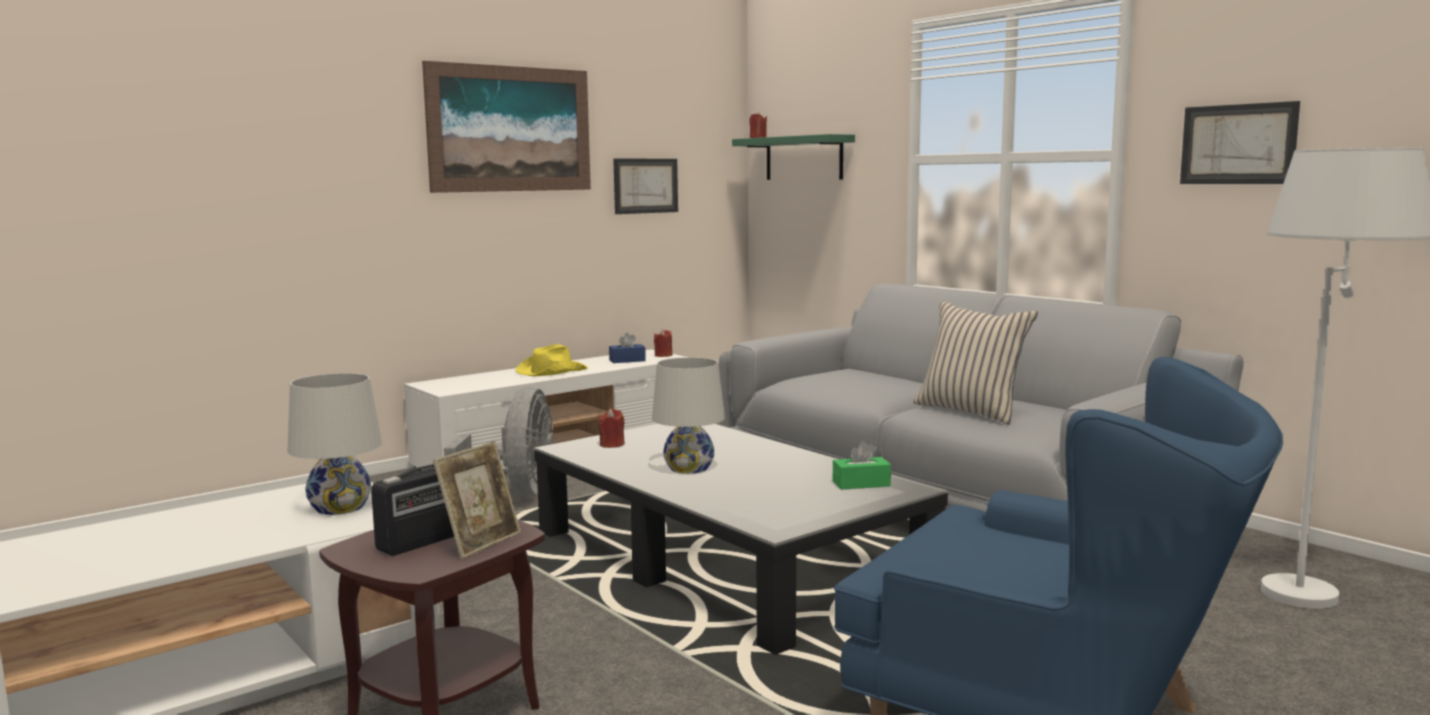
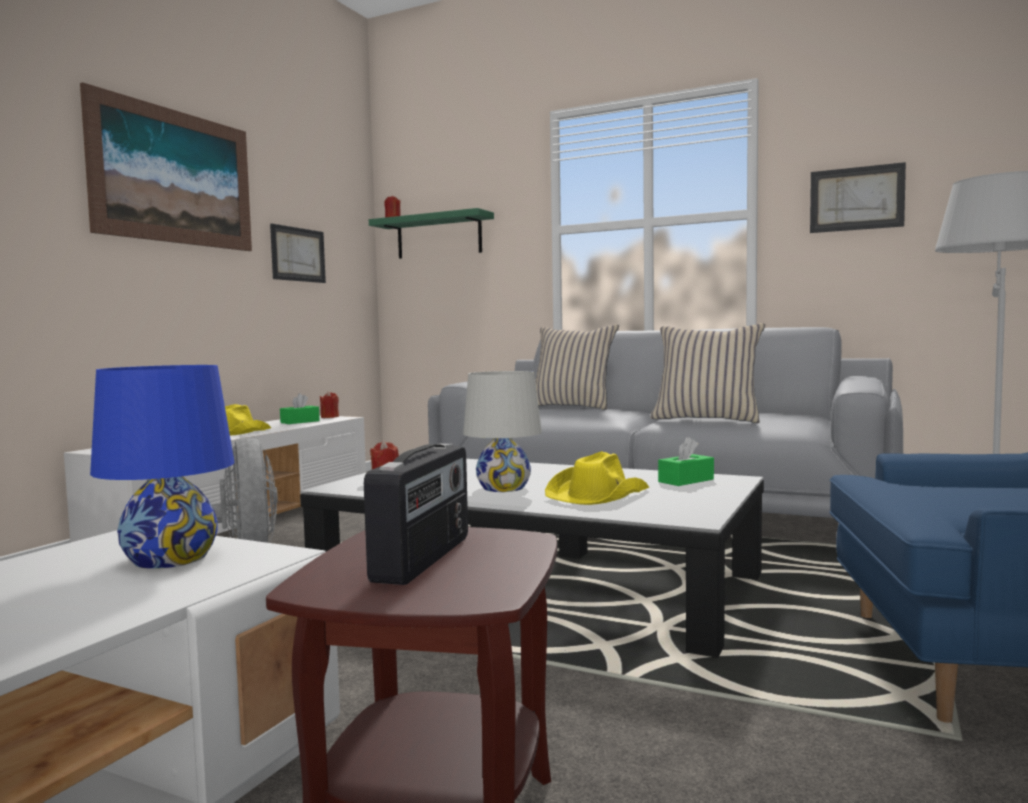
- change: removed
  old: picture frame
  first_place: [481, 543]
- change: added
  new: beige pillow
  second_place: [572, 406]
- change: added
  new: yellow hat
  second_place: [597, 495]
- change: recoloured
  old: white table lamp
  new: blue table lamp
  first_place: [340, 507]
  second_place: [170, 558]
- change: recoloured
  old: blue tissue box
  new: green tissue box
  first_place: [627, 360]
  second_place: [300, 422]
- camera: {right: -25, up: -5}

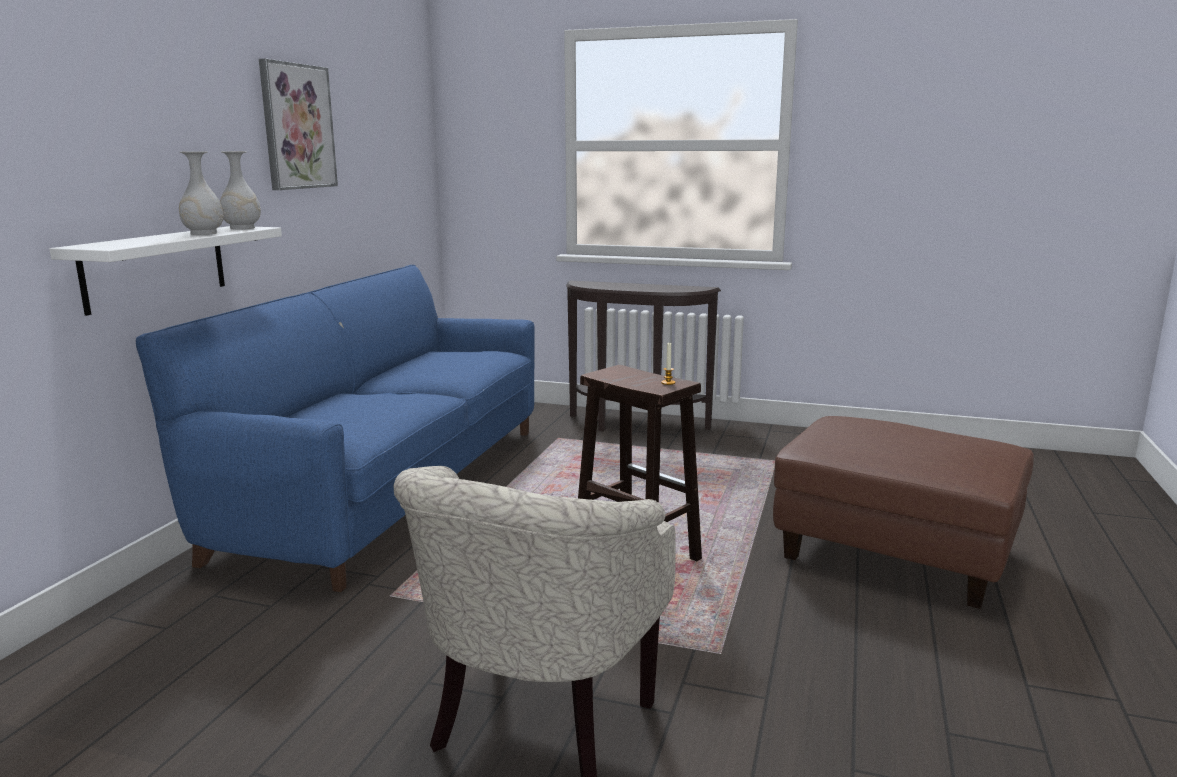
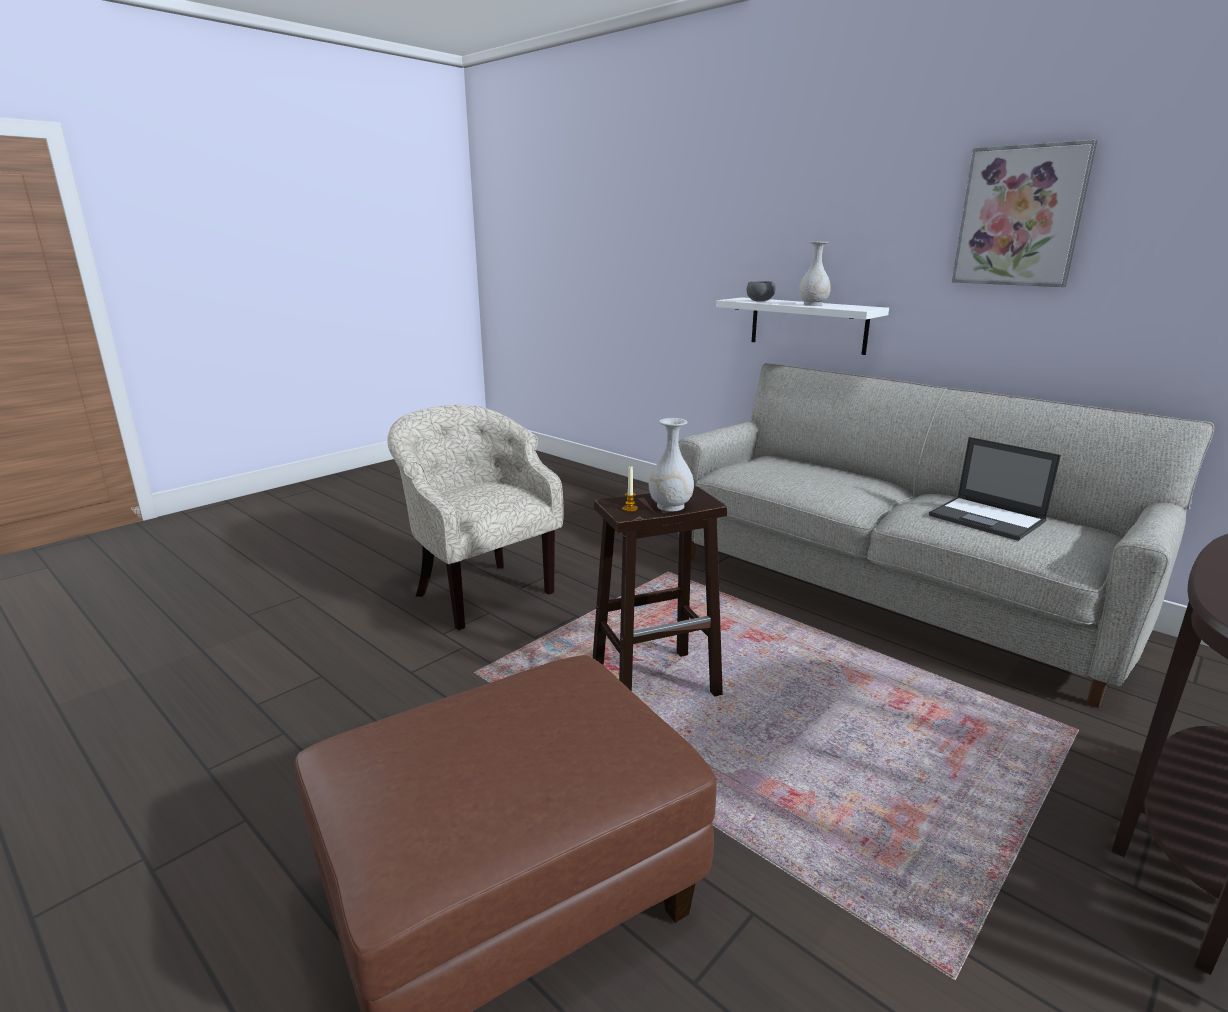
- change: added
  new: grey bowl
  second_place: [760, 301]
- change: added
  new: laptop
  second_place: [988, 519]
- change: moved
  old: white vase
  first_place: [242, 228]
  second_place: [670, 506]
- change: recoloured
  old: blue sofa
  new: grey sofa
  first_place: [391, 487]
  second_place: [886, 593]
- camera: {right: 115, up: 5}

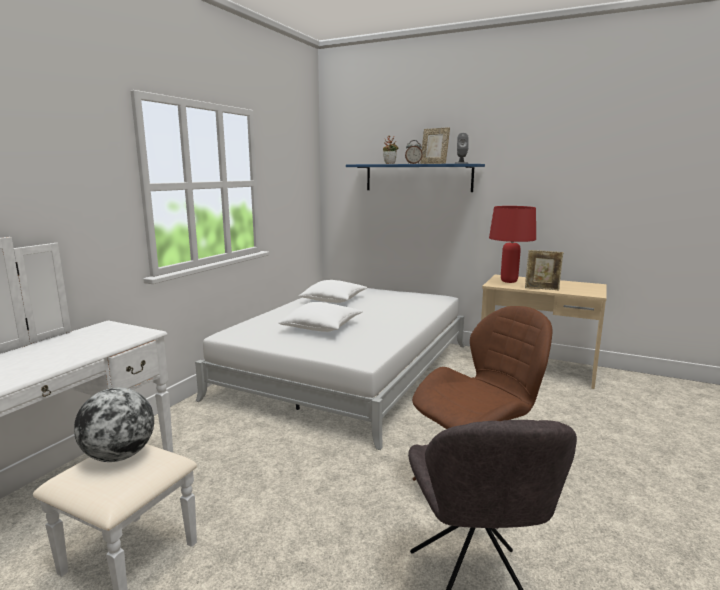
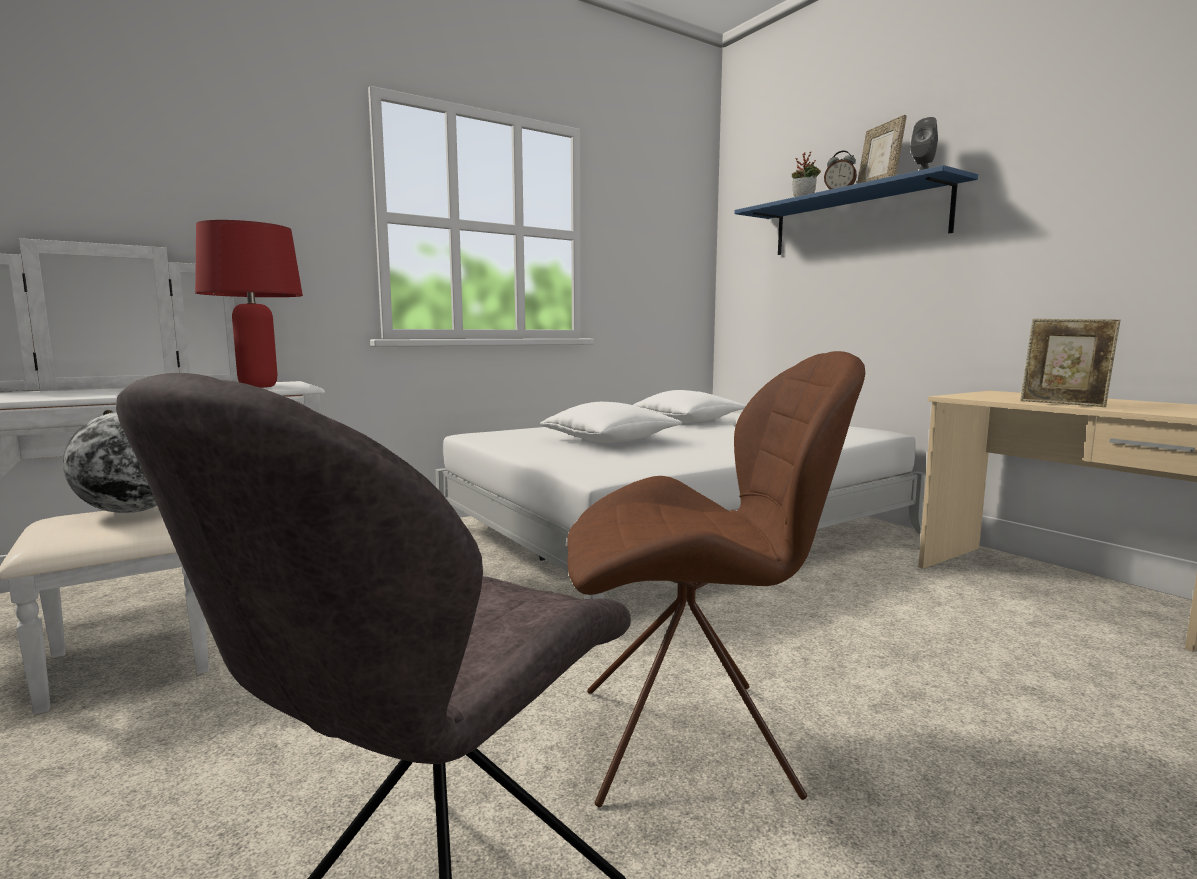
- change: moved
  old: red table lamp
  first_place: [509, 281]
  second_place: [259, 387]
- camera: {right: 30, up: -5}

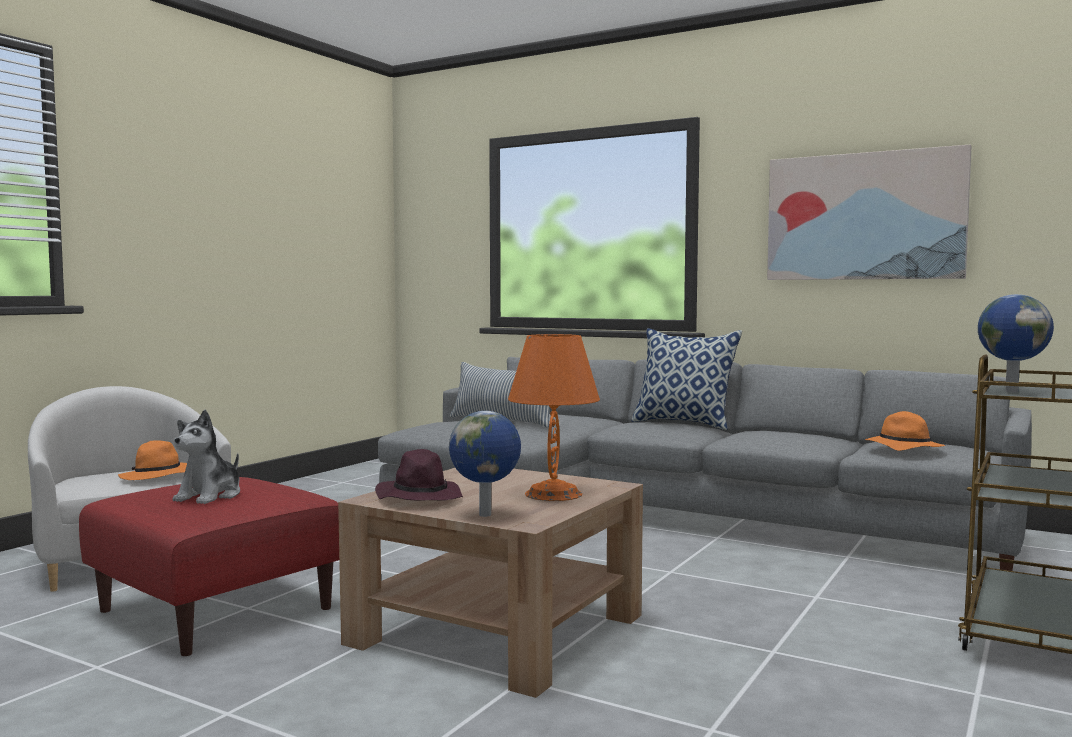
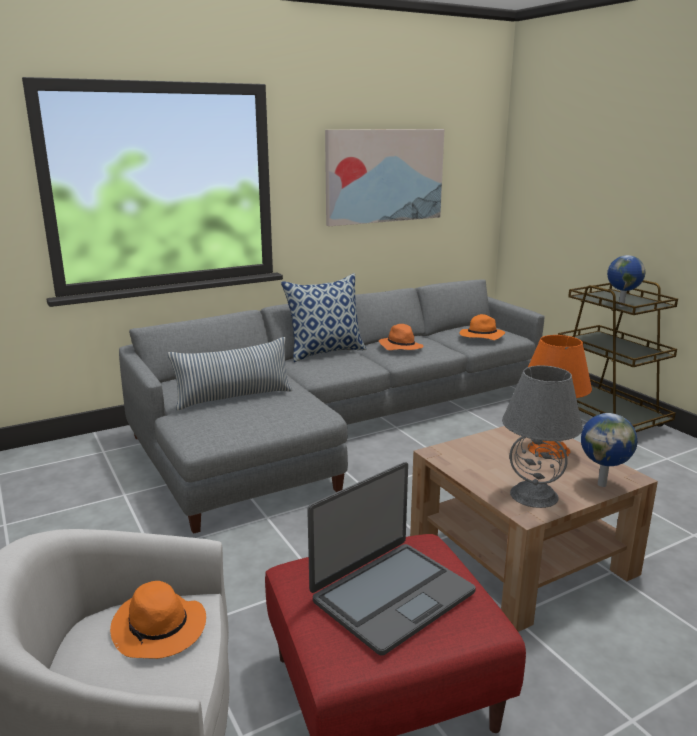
- change: added
  new: orange hat
  second_place: [400, 347]
- change: replaced
  old: plush toy
  new: laptop
  first_place: [210, 496]
  second_place: [391, 595]
- change: replaced
  old: purple hat
  new: grey table lamp
  first_place: [419, 497]
  second_place: [533, 495]
- camera: {right: -60, up: 15}

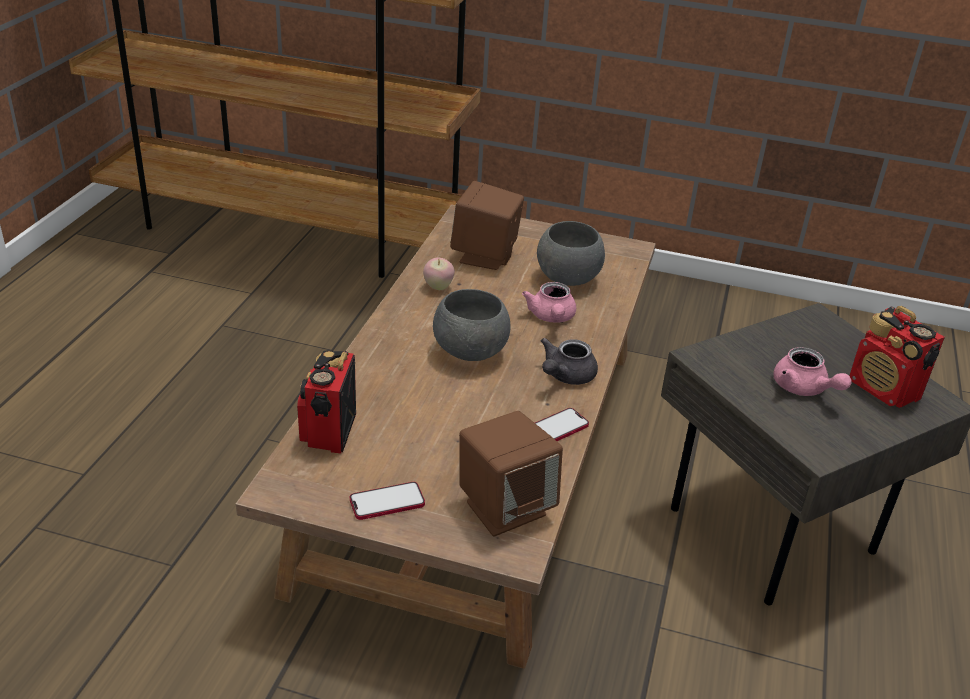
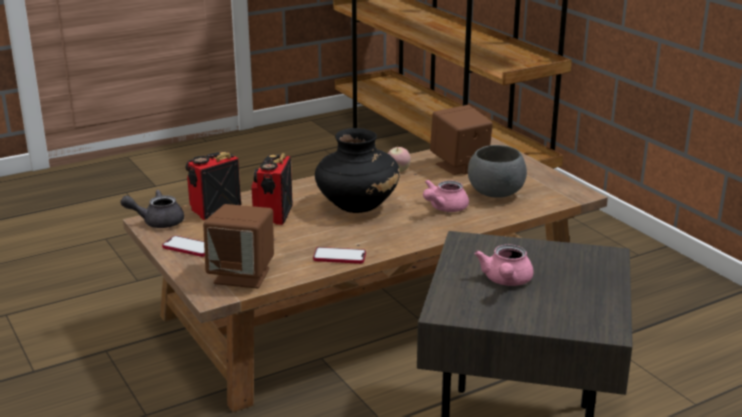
- change: moved
  old: grey teapot
  first_place: [565, 376]
  second_place: [157, 222]
- change: moved
  old: radio
  first_place: [884, 390]
  second_place: [273, 215]
- change: replaced
  old: grey bowl
  new: black vase
  first_place: [469, 353]
  second_place: [356, 206]
- camera: {right: 45, up: -10}

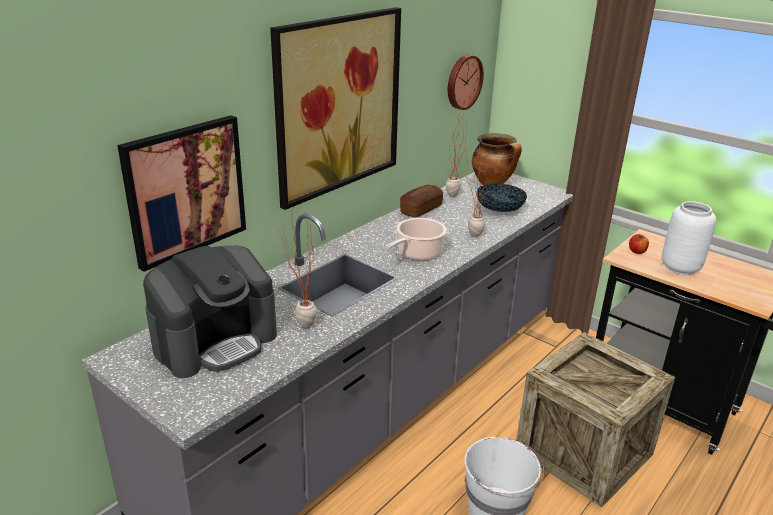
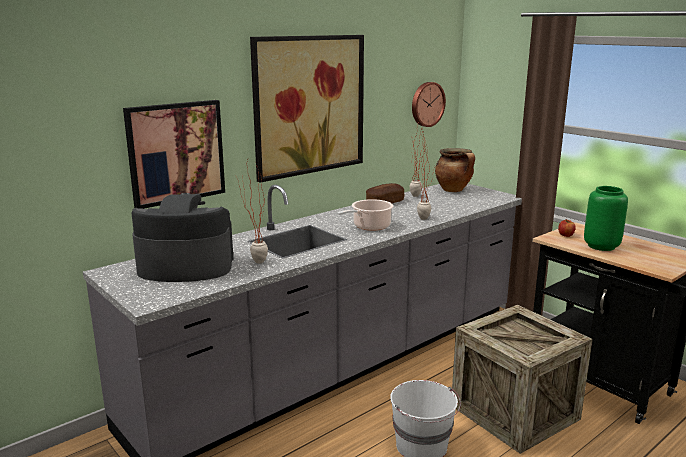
- change: removed
  old: bowl
  first_place: [499, 209]
- change: recoloured
  old: white vase
  new: green vase
  first_place: [679, 268]
  second_place: [601, 246]
- change: turned
  old: coffee machine
  first_place: [215, 341]
  second_place: [185, 267]
  degrees: -150
- camera: {right: 10, up: -10}

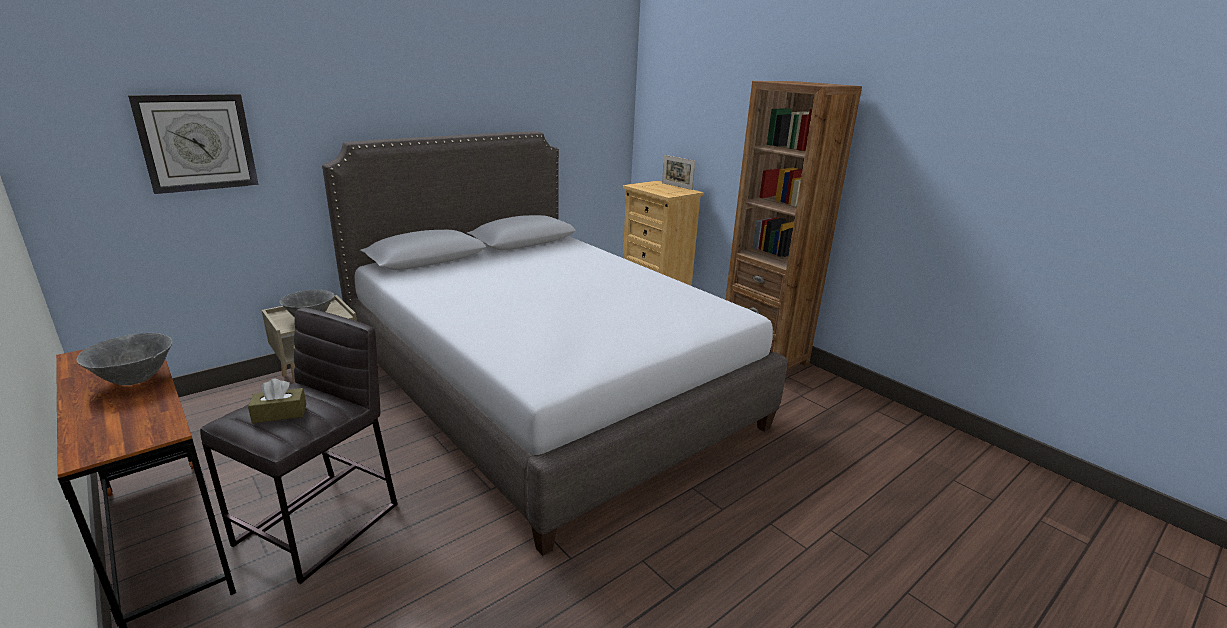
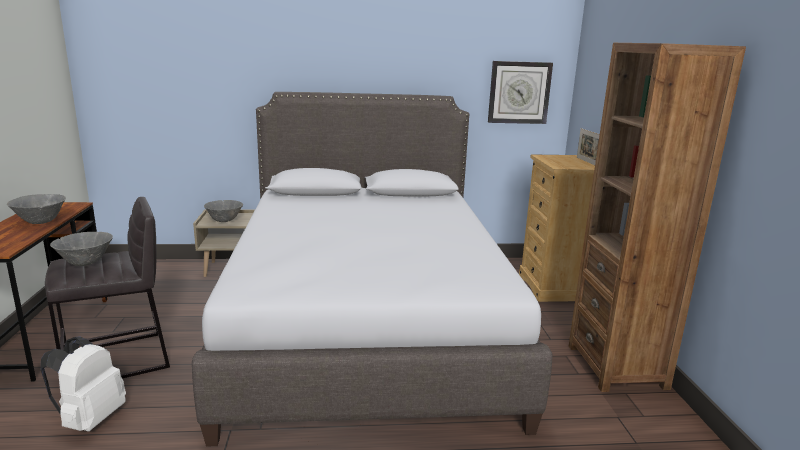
- change: added
  new: white backpack
  second_place: [90, 419]
- change: moved
  old: wall clock
  first_place: [197, 142]
  second_place: [519, 92]
- change: replaced
  old: brown tissue box
  new: grey bowl
  first_place: [279, 413]
  second_place: [85, 263]
- camera: {right: 35, up: -5}

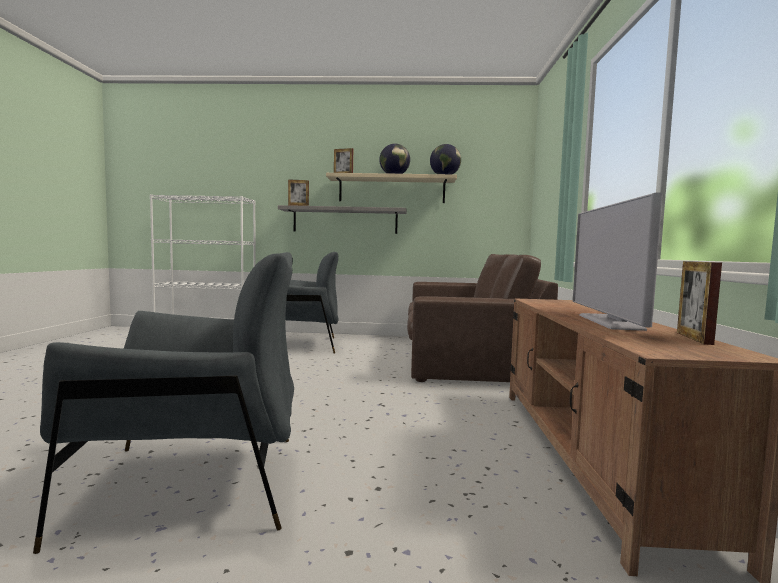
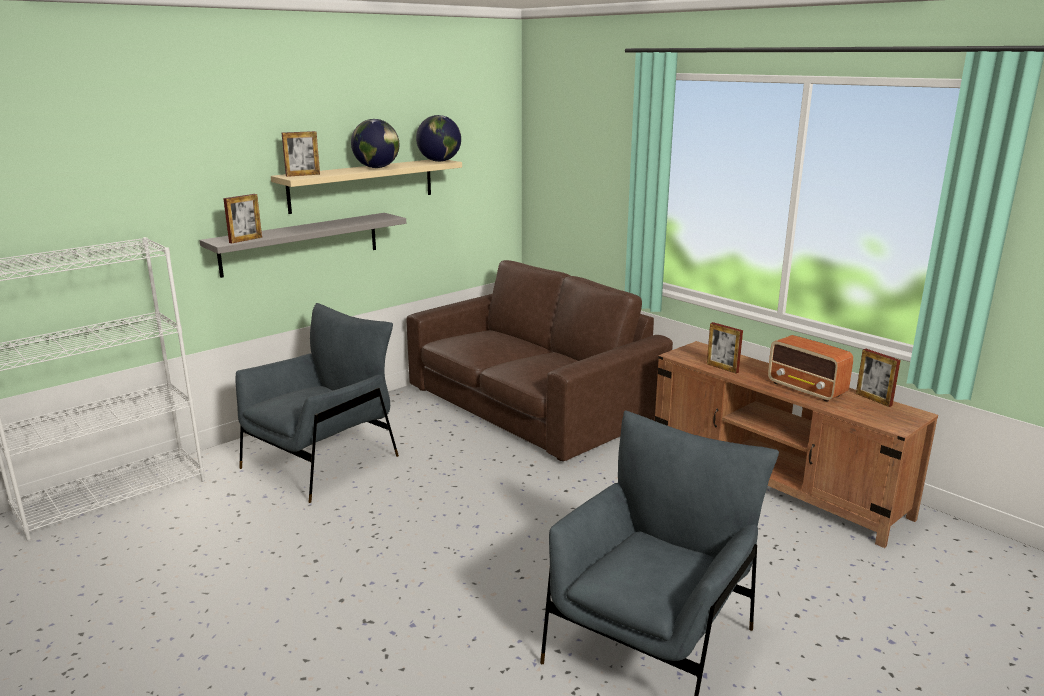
- change: added
  new: picture frame
  second_place: [722, 368]
- change: replaced
  old: television
  new: radio
  first_place: [609, 322]
  second_place: [807, 389]
- camera: {right: -45, up: 15}

